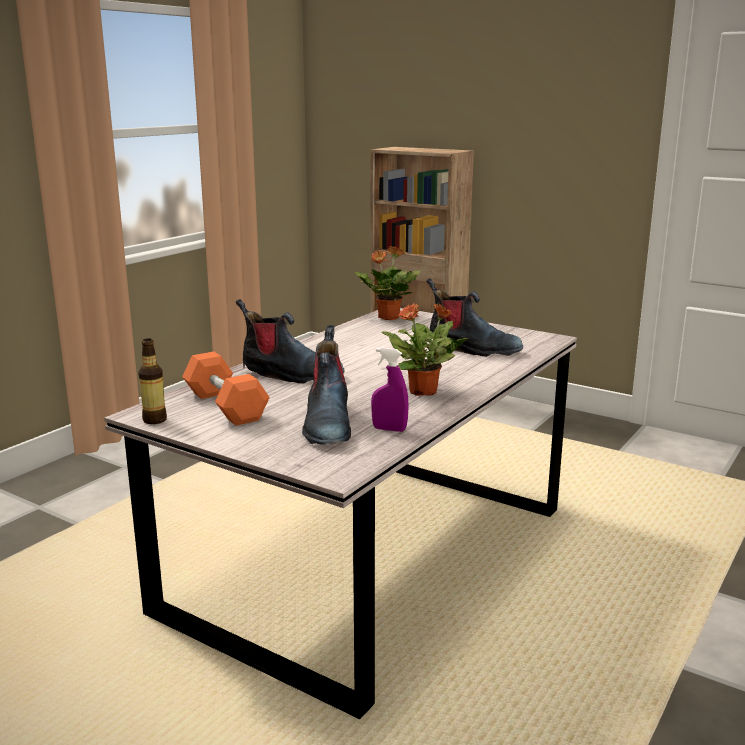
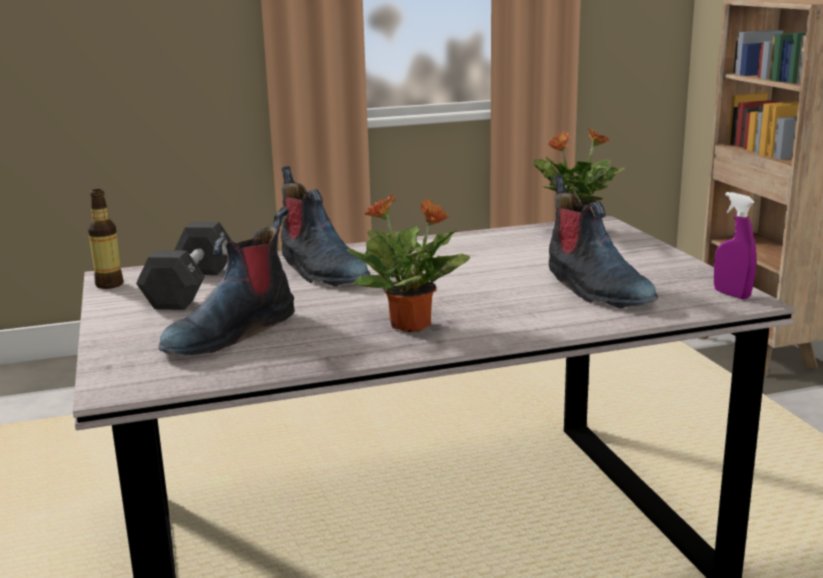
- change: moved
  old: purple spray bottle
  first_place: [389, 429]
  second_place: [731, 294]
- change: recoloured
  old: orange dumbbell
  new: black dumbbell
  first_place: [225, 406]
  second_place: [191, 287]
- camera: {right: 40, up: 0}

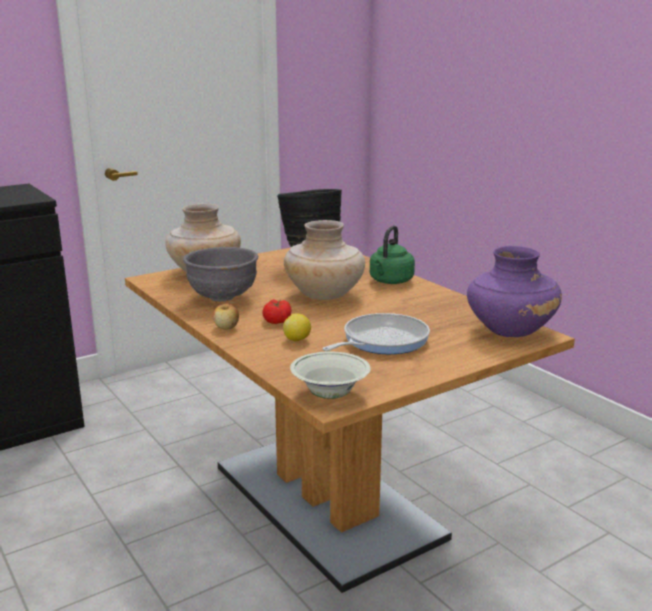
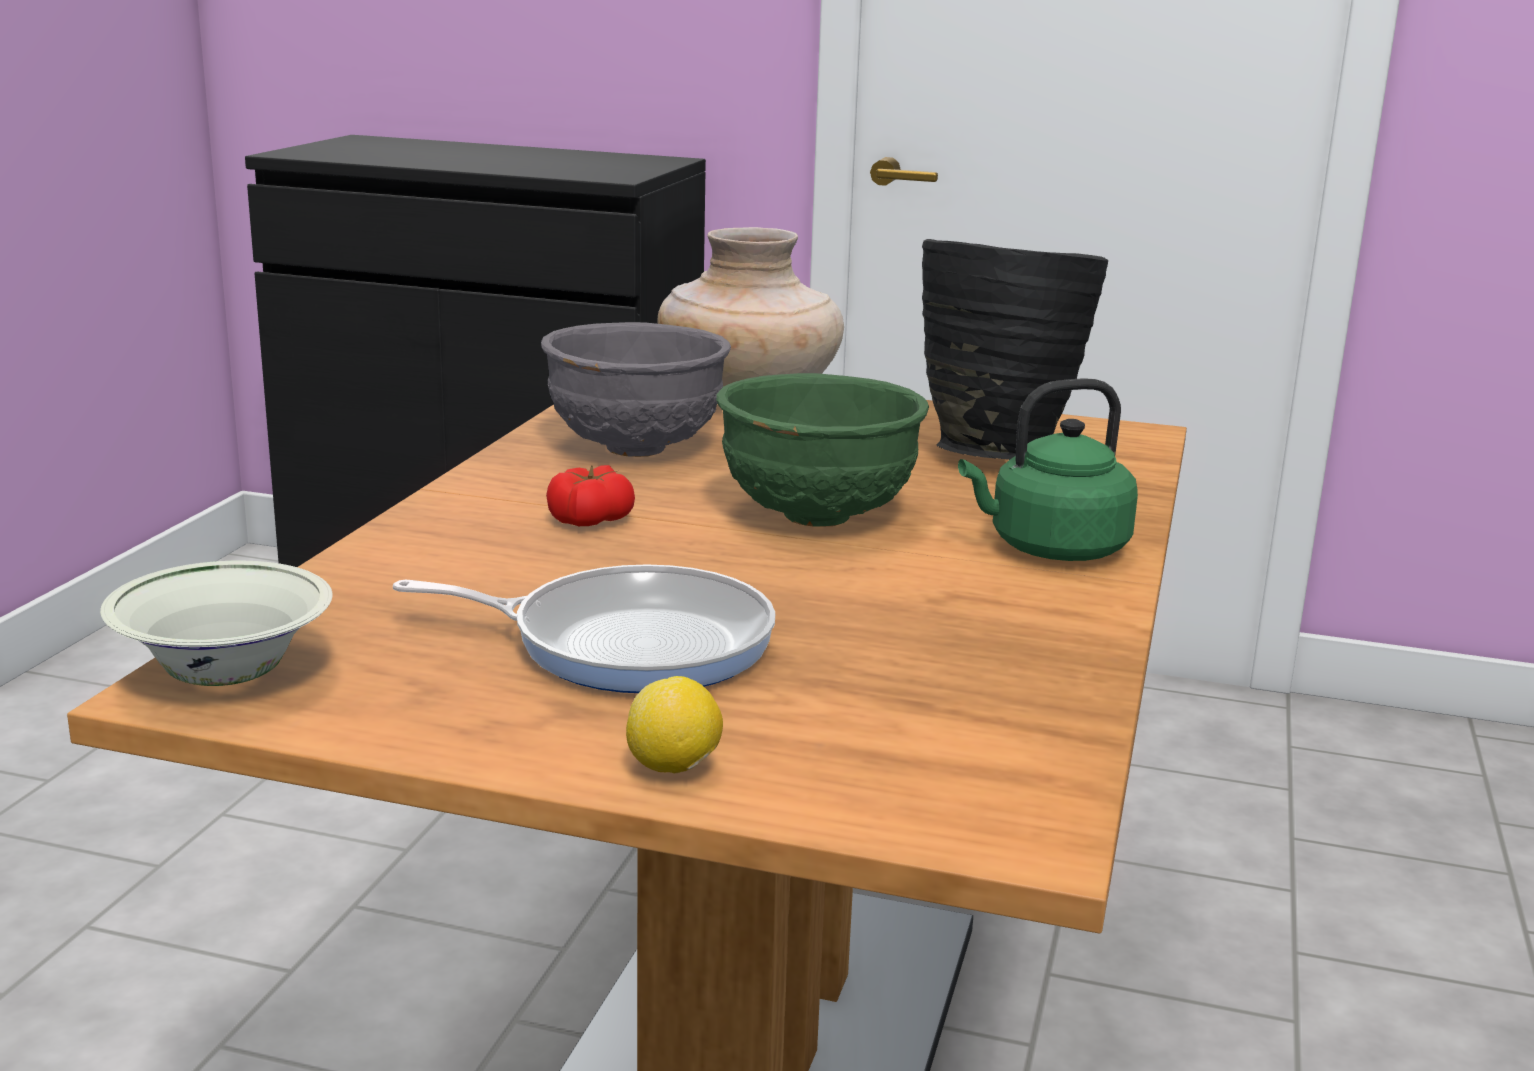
- change: removed
  old: apple
  first_place: [226, 327]
- change: removed
  old: purple vase
  first_place: [509, 331]
- change: moved
  old: lemon
  first_place: [297, 340]
  second_place: [674, 769]
- change: replaced
  old: beige vase
  new: green bowl
  first_place: [324, 295]
  second_place: [820, 517]
- camera: {right: 50, up: 0}

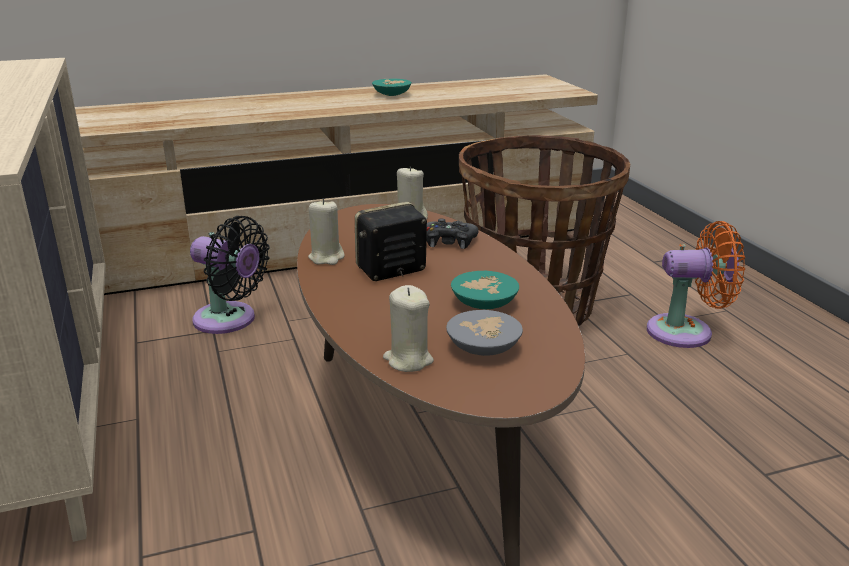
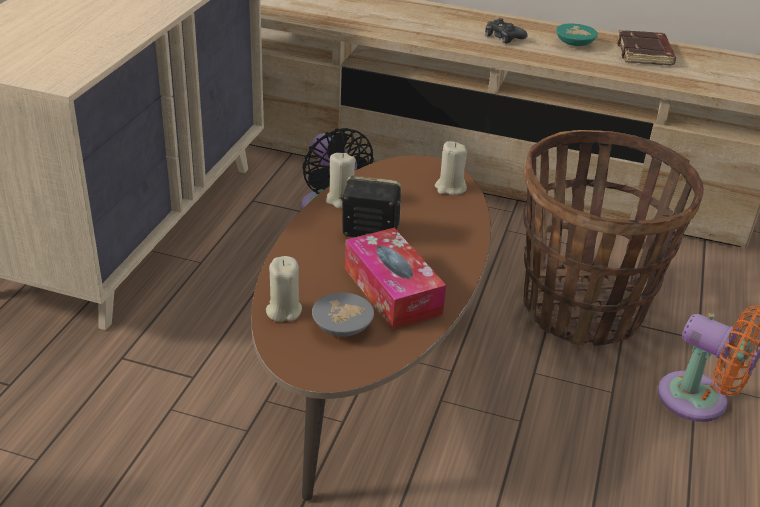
- change: added
  new: brown book
  second_place: [645, 54]
- change: moved
  old: black game controller
  first_place: [449, 242]
  second_place: [503, 37]
- change: replaced
  old: turquoise bowl
  new: tissue box
  first_place: [481, 303]
  second_place: [392, 291]
- camera: {right: 35, up: 10}

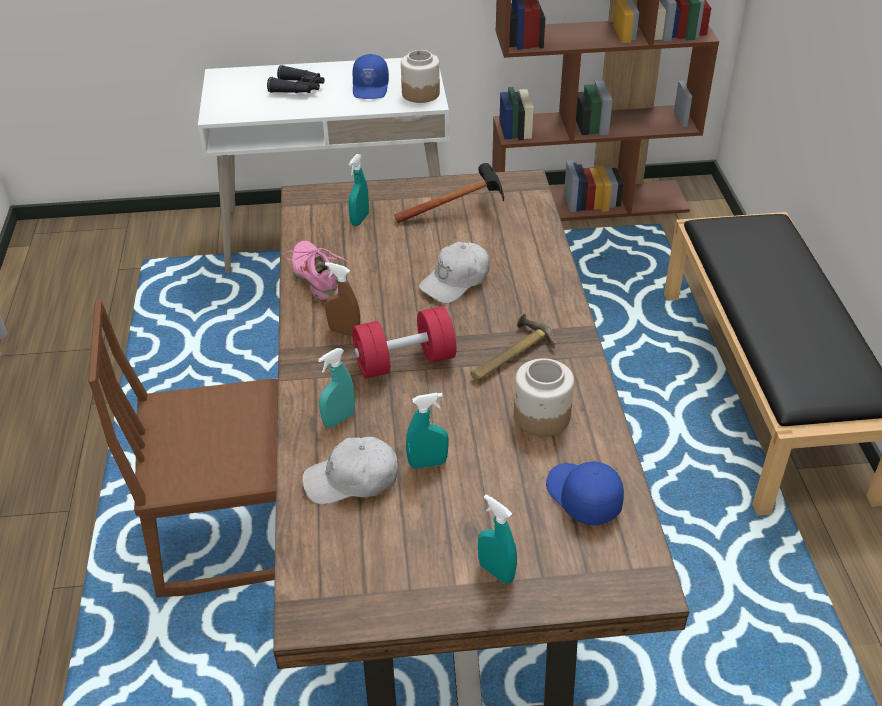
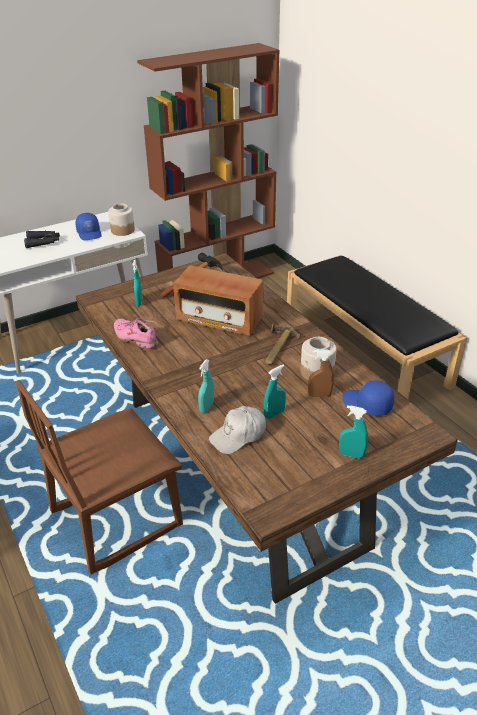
- change: removed
  old: red dumbbell
  first_place: [405, 361]
- change: moved
  old: brown spray bottle
  first_place: [344, 332]
  second_place: [319, 395]
- change: replaced
  old: white cap
  new: radio
  first_place: [456, 281]
  second_place: [219, 319]
- camera: {right: -25, up: -5}

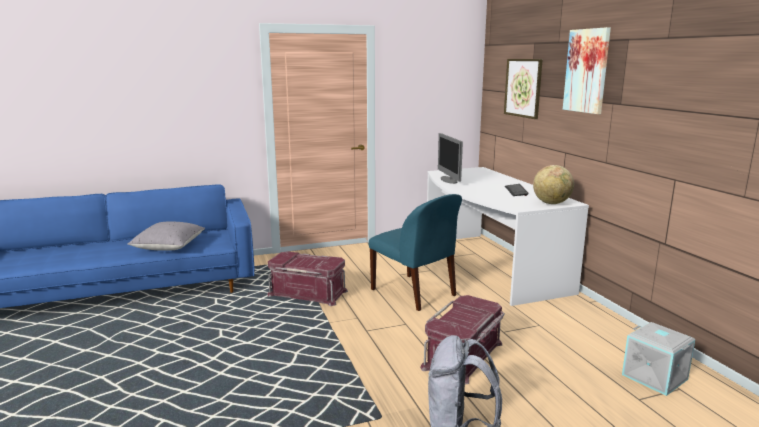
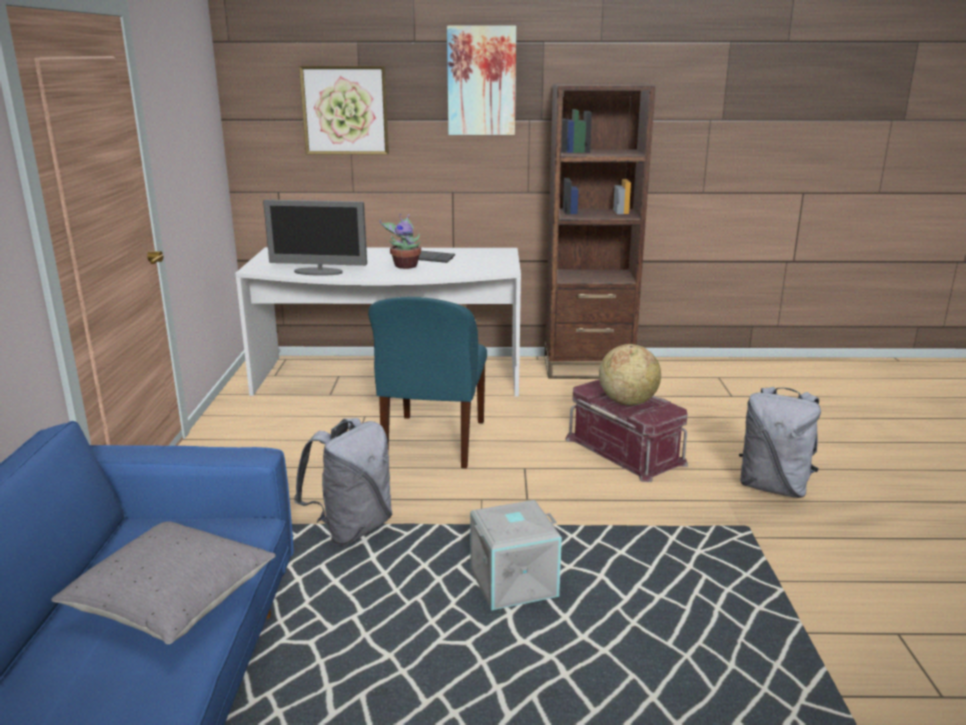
- change: added
  new: potted plant
  second_place: [405, 266]
- change: added
  new: brown bookcase
  second_place: [588, 368]
- change: moved
  old: globe
  first_place: [551, 203]
  second_place: [627, 402]
- change: moved
  old: grey storage box
  first_place: [655, 377]
  second_place: [513, 582]
- change: replaced
  old: red storage box
  new: grey backpack
  first_place: [308, 293]
  second_place: [352, 528]
- change: turned
  old: blue chair
  first_place: [414, 293]
  second_place: [433, 443]
  degrees: 120
- camera: {right: -70, up: 5}

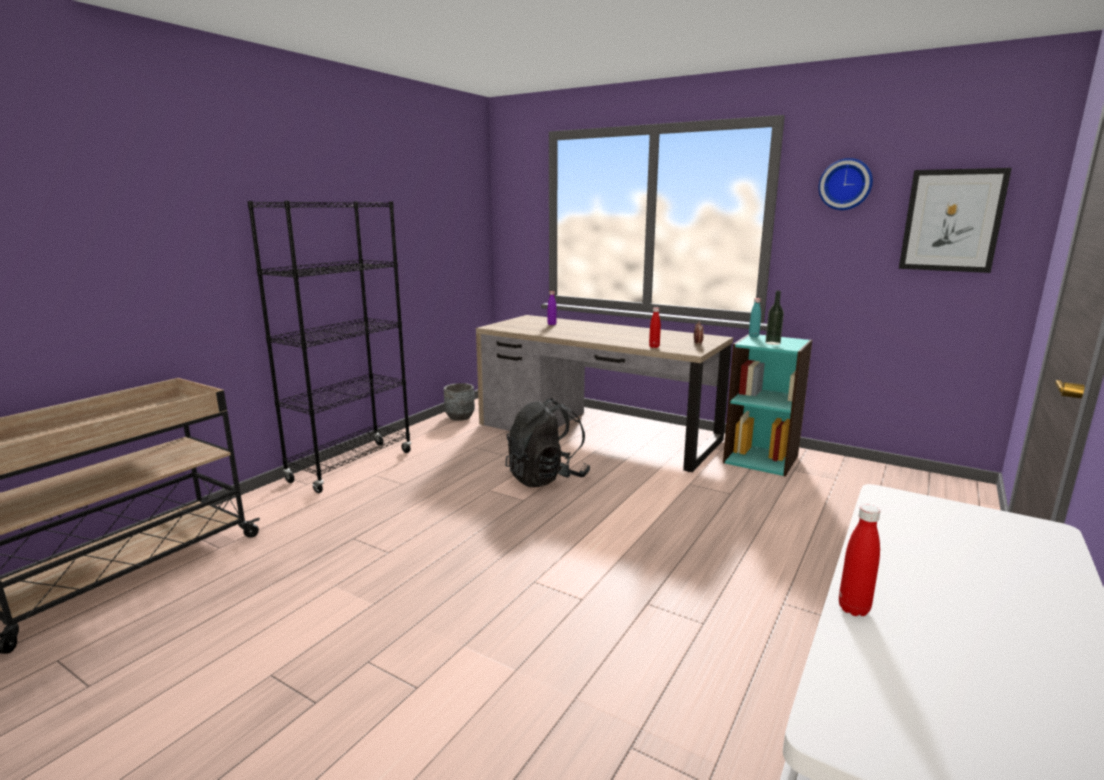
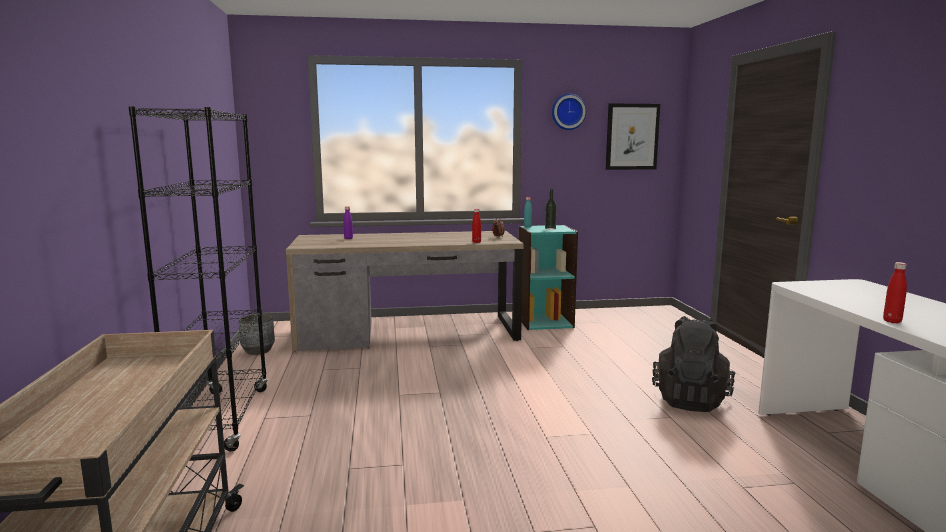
- change: moved
  old: black backpack
  first_place: [546, 478]
  second_place: [690, 400]
- camera: {right: -40, up: -5}

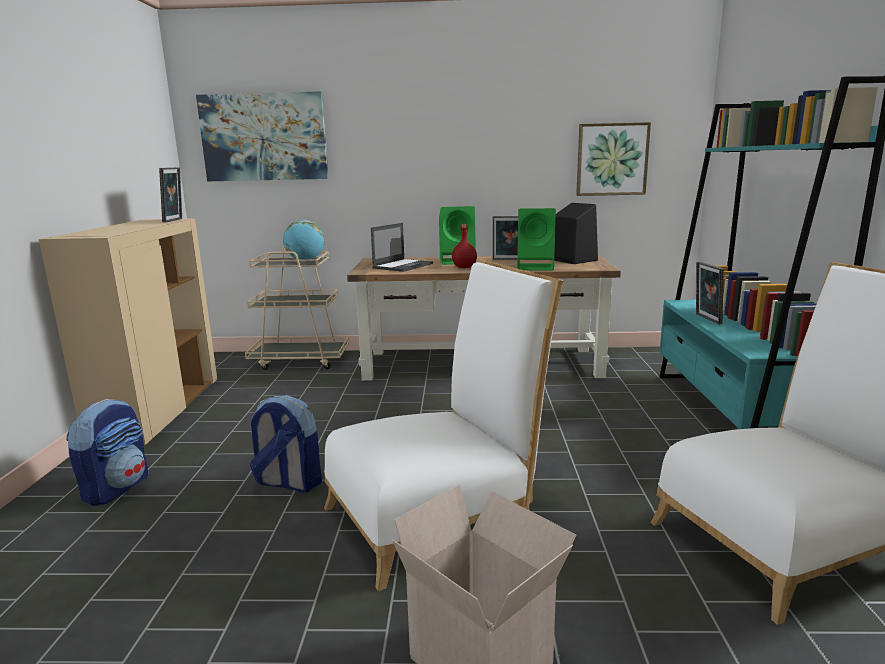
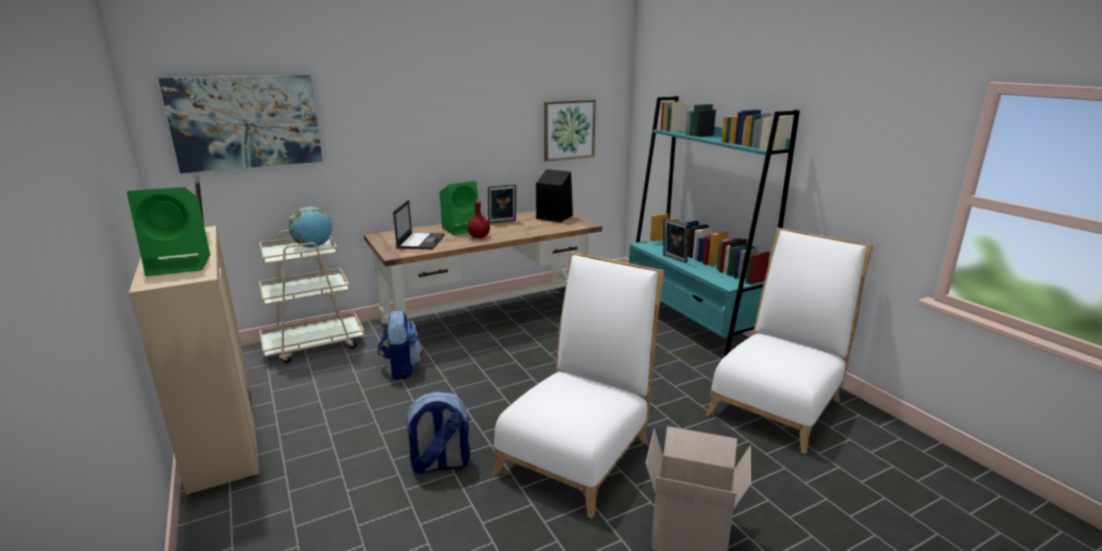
- change: moved
  old: backpack
  first_place: [117, 488]
  second_place: [401, 369]
- change: moved
  old: green speaker
  first_place: [537, 267]
  second_place: [181, 264]
- camera: {right: -30, up: 5}

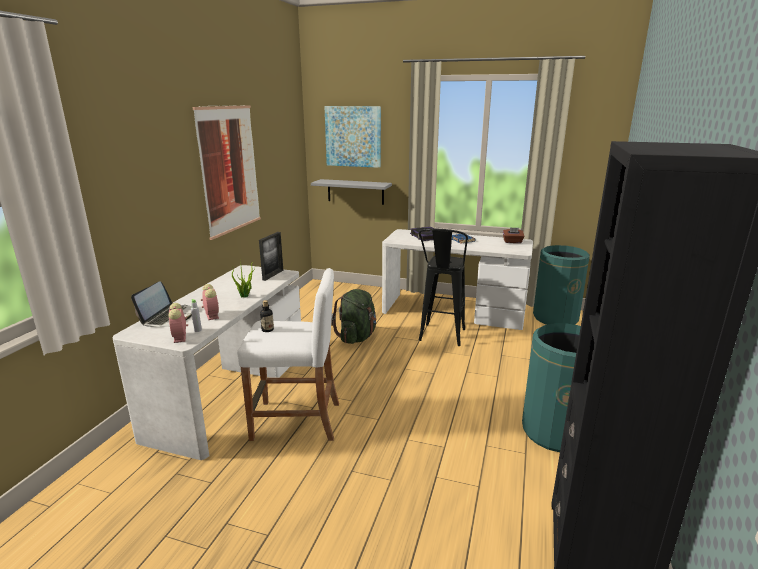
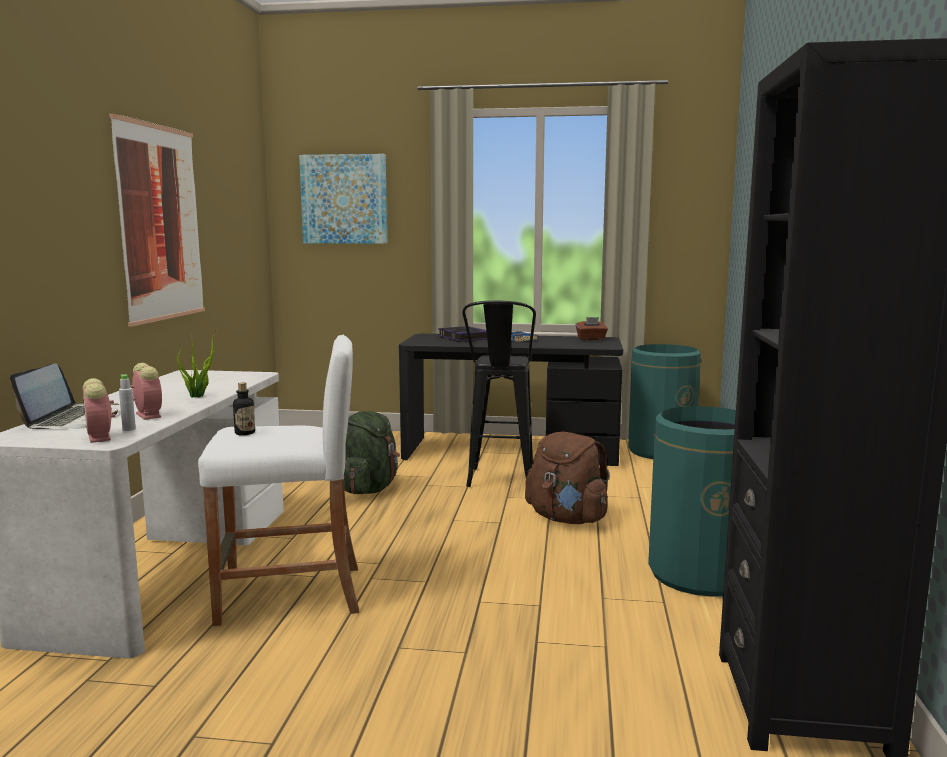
- change: removed
  old: picture frame
  first_place: [273, 275]
- change: removed
  old: grey shelf
  first_place: [355, 191]
- change: added
  new: brown backpack
  second_place: [566, 519]
- change: recoloured
  old: white desk
  new: black desk
  first_place: [453, 311]
  second_place: [511, 451]
- camera: {right: -10, up: -10}

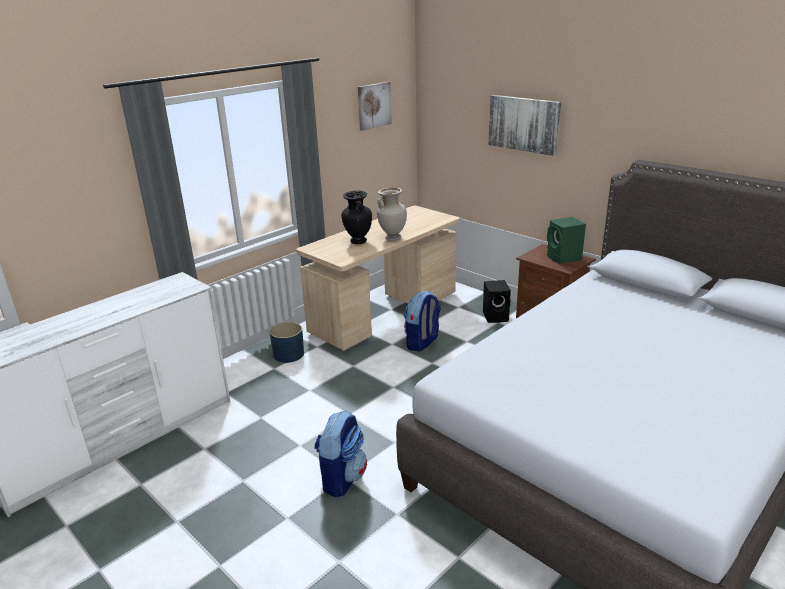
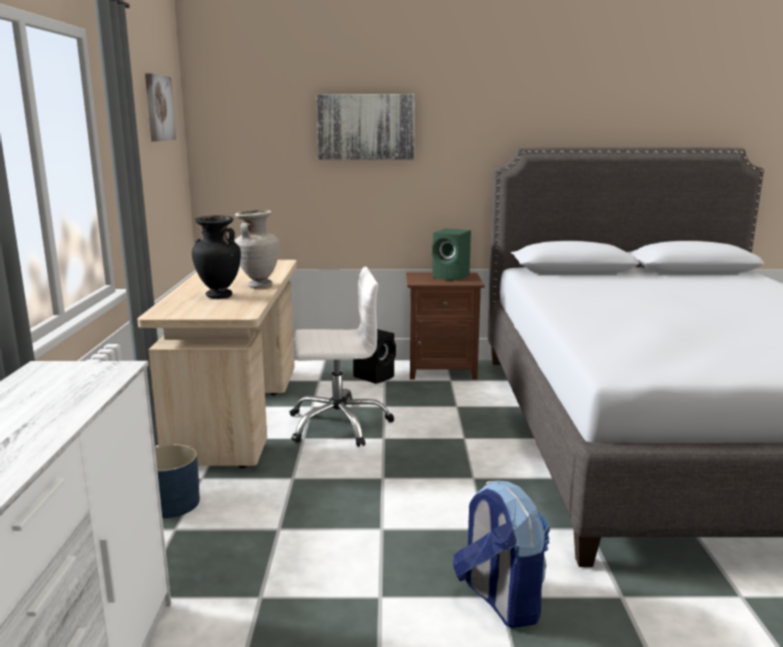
- change: replaced
  old: backpack
  new: white office chair
  first_place: [422, 343]
  second_place: [338, 424]
- camera: {right: -45, up: -10}

